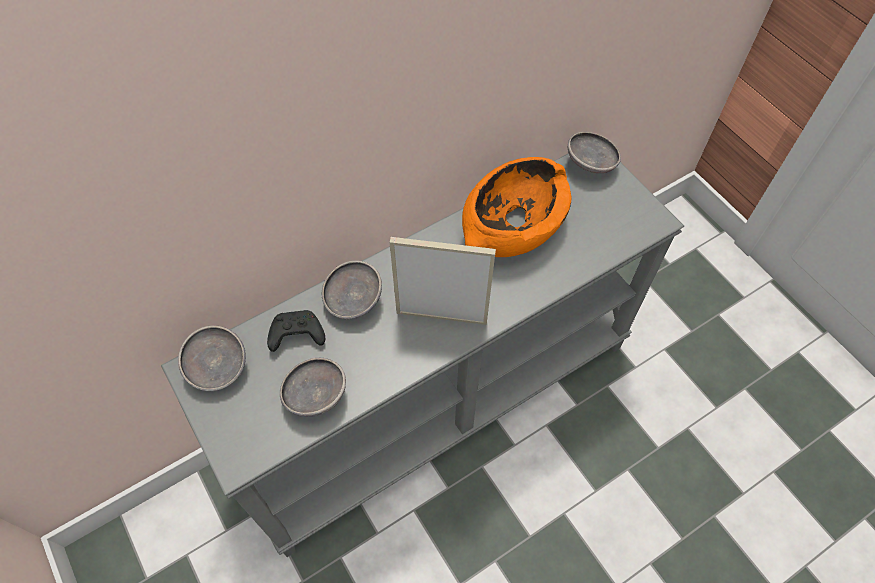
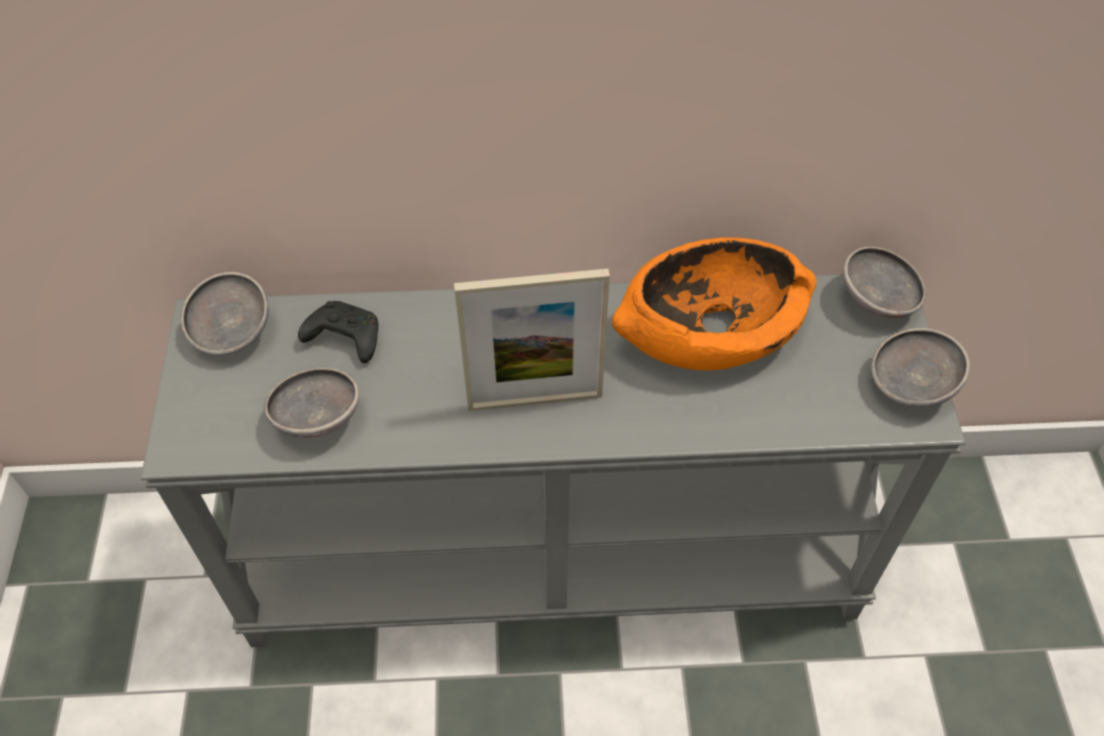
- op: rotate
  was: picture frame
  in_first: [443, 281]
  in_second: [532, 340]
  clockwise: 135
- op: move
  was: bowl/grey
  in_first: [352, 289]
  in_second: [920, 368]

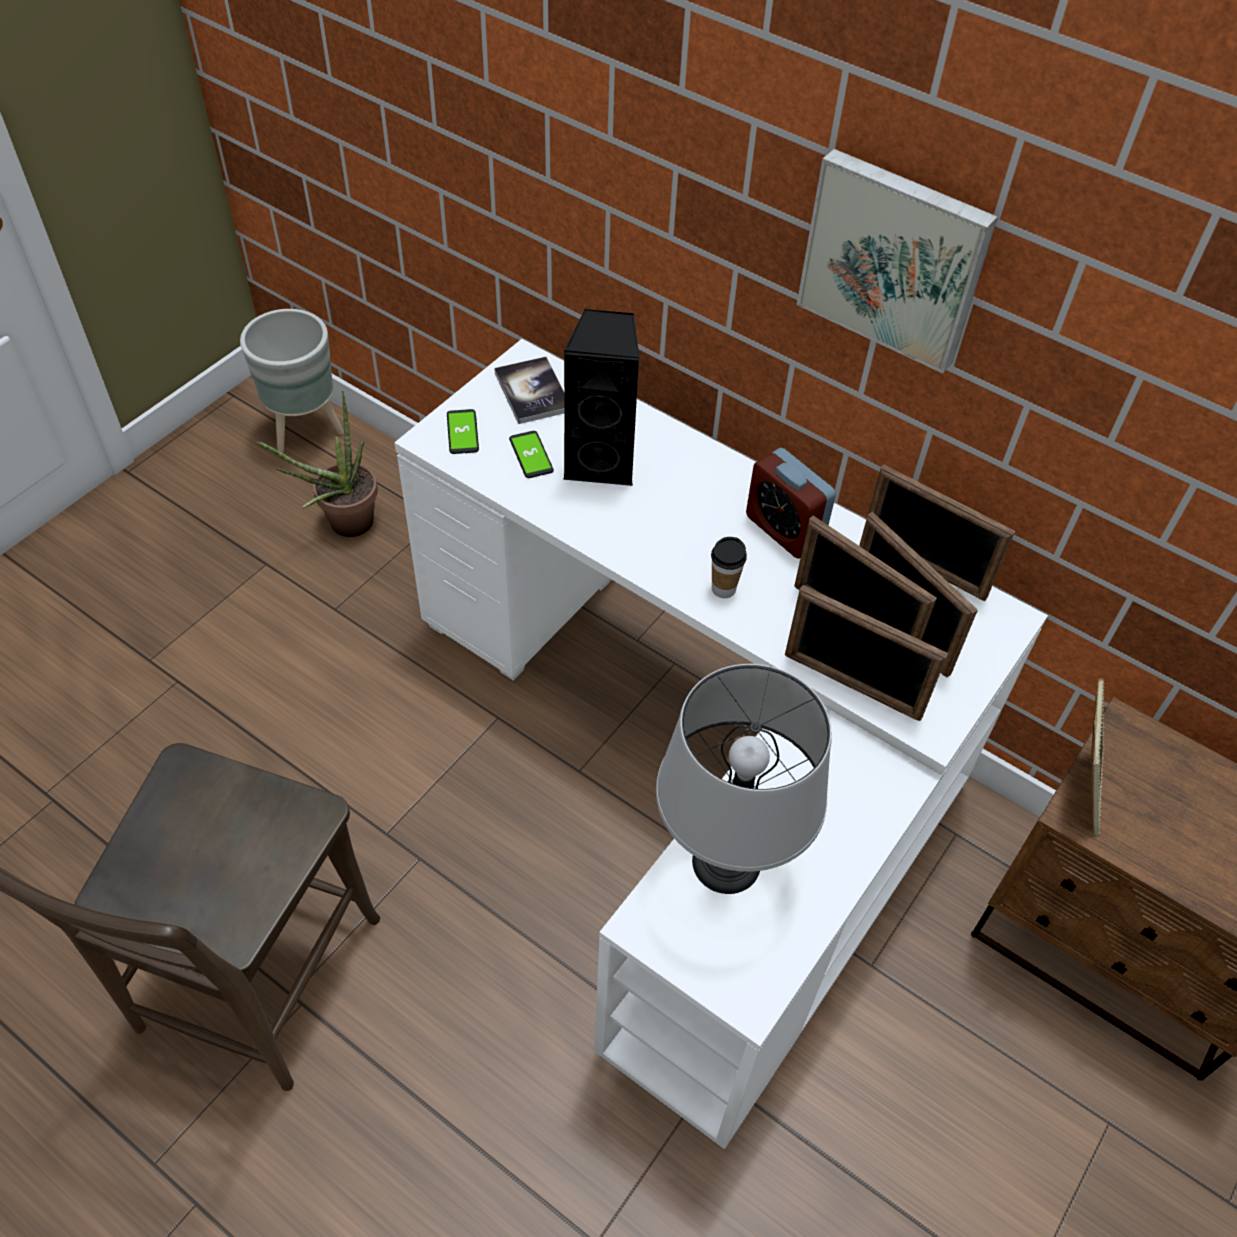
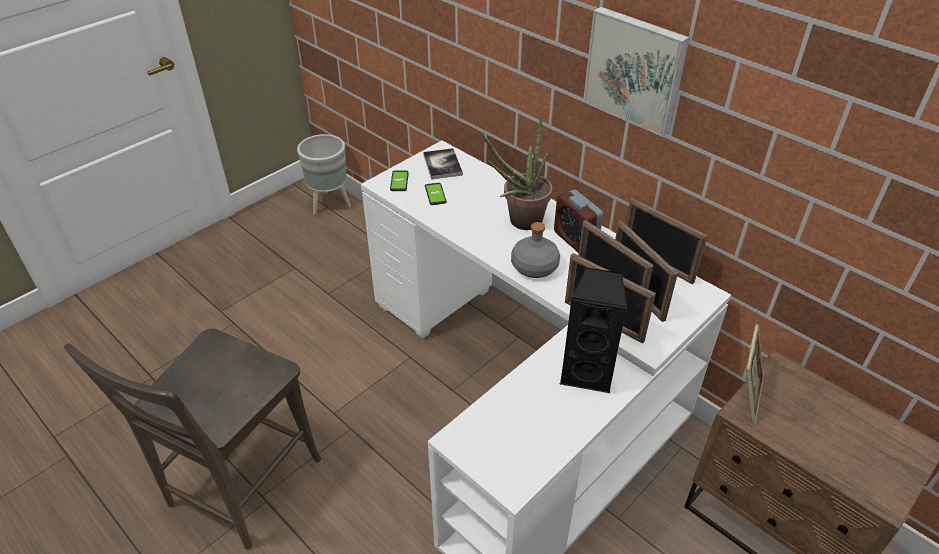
- op: move
  was: speaker/black
  in_first: [601, 397]
  in_second: [594, 330]
- op: move
  was: potted plant
  in_first: [317, 463]
  in_second: [517, 168]
- op: replace
  was: cup
  now: bottle/grey
  in_first: [729, 567]
  in_second: [535, 250]
- op: delete
  was: table lamp/grey
  in_first: [744, 779]

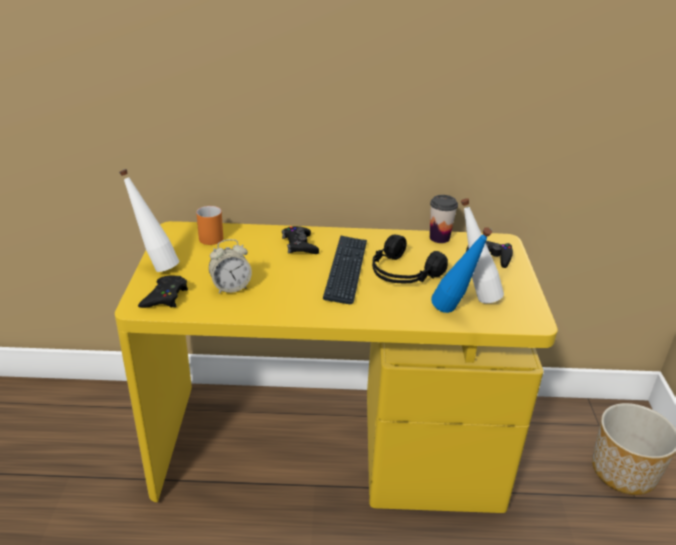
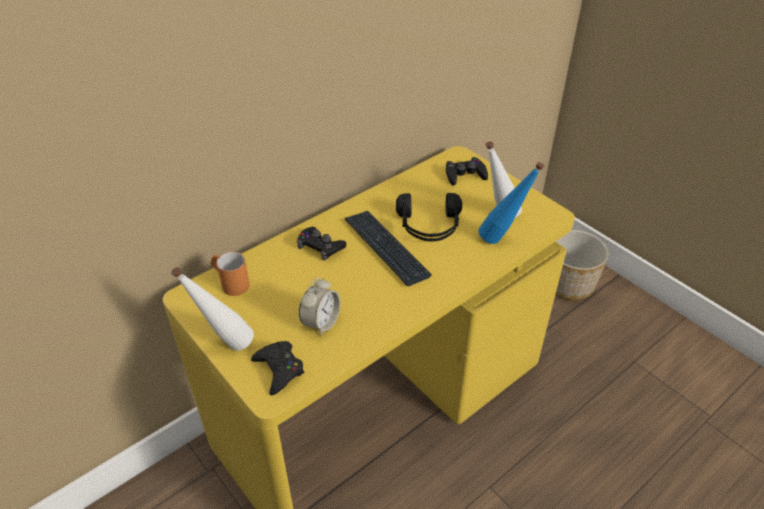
- op: delete
  was: cup
  in_first: [444, 219]

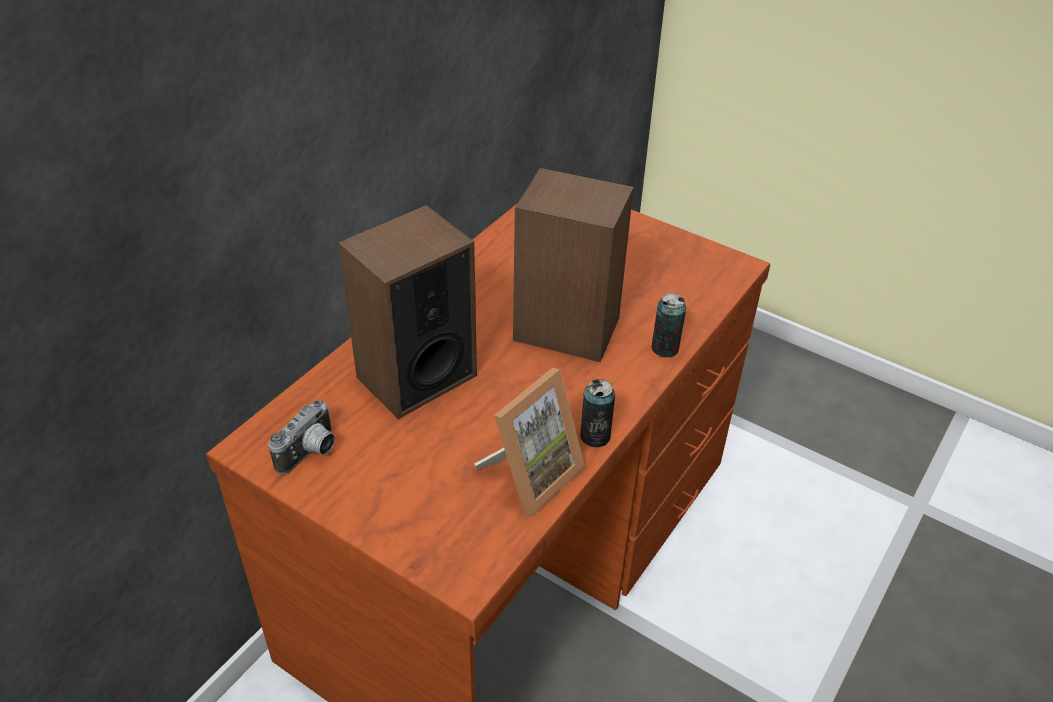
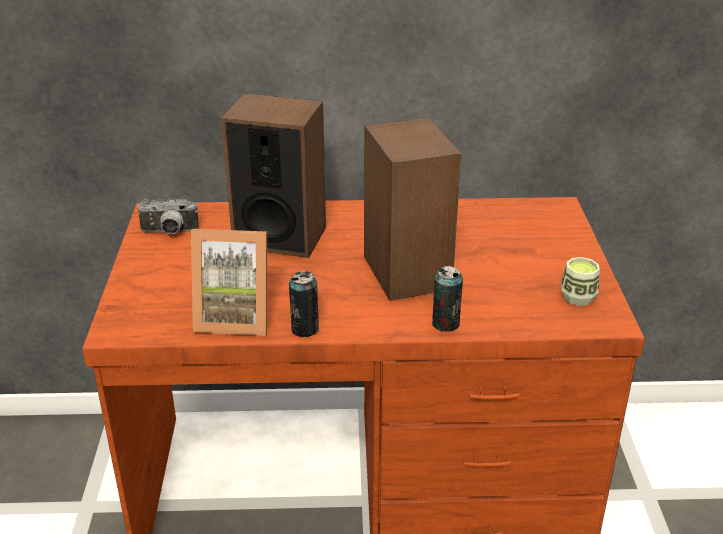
- op: insert
  now: cup
  in_second: [580, 281]

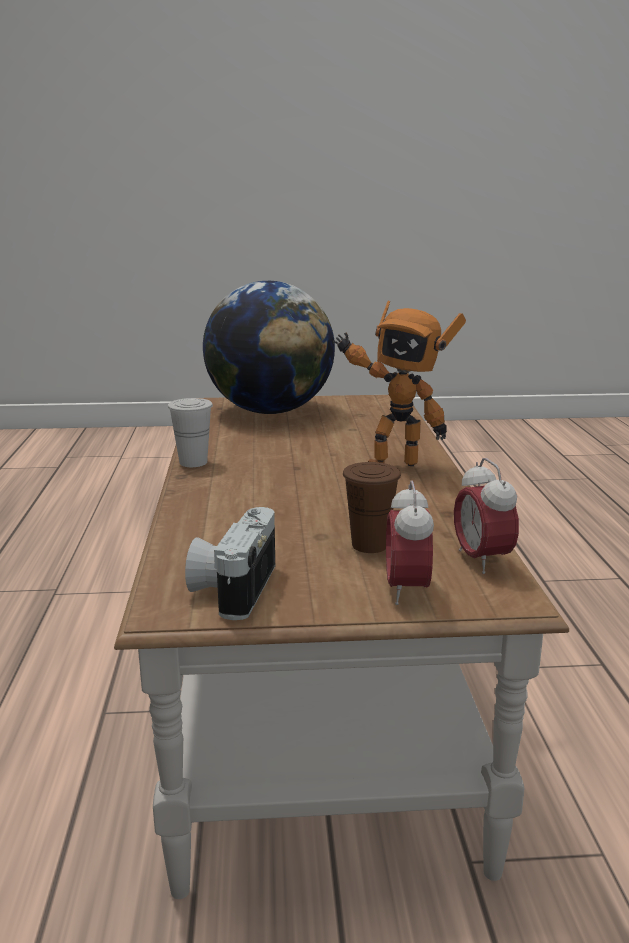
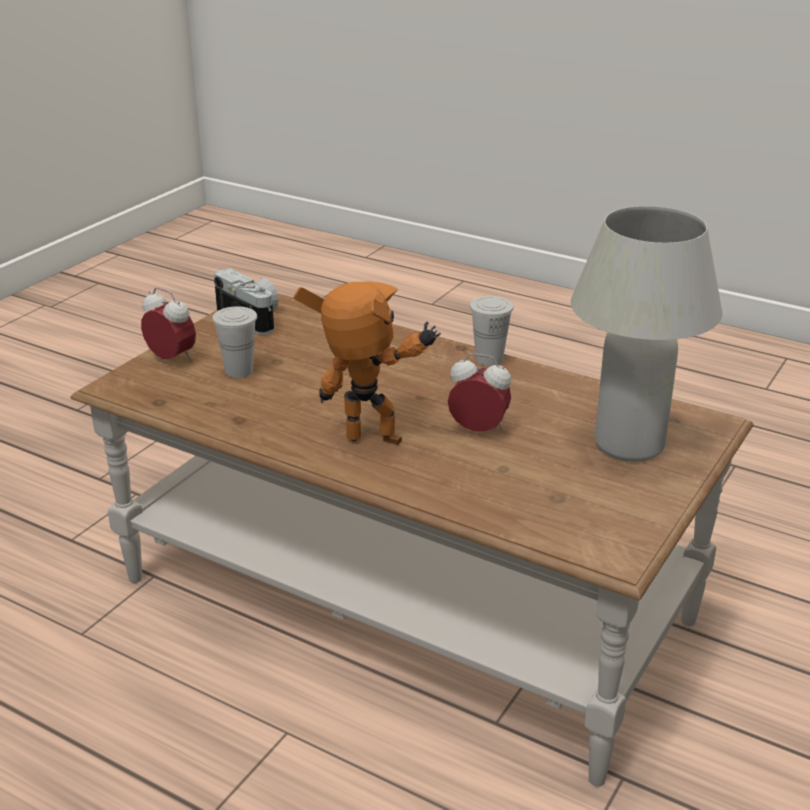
- op: replace
  was: globe
  now: table lamp/white
  in_first: [269, 347]
  in_second: [646, 334]
- op: rotate
  was: toy robot
  in_first: [399, 383]
  in_second: [367, 363]
  clockwise: 60
- op: move
  was: alarm clock
  in_first: [486, 516]
  in_second: [479, 392]
- op: recolor
  was: cup/brown
  now: cup/white
  in_first: [372, 507]
  in_second: [234, 342]

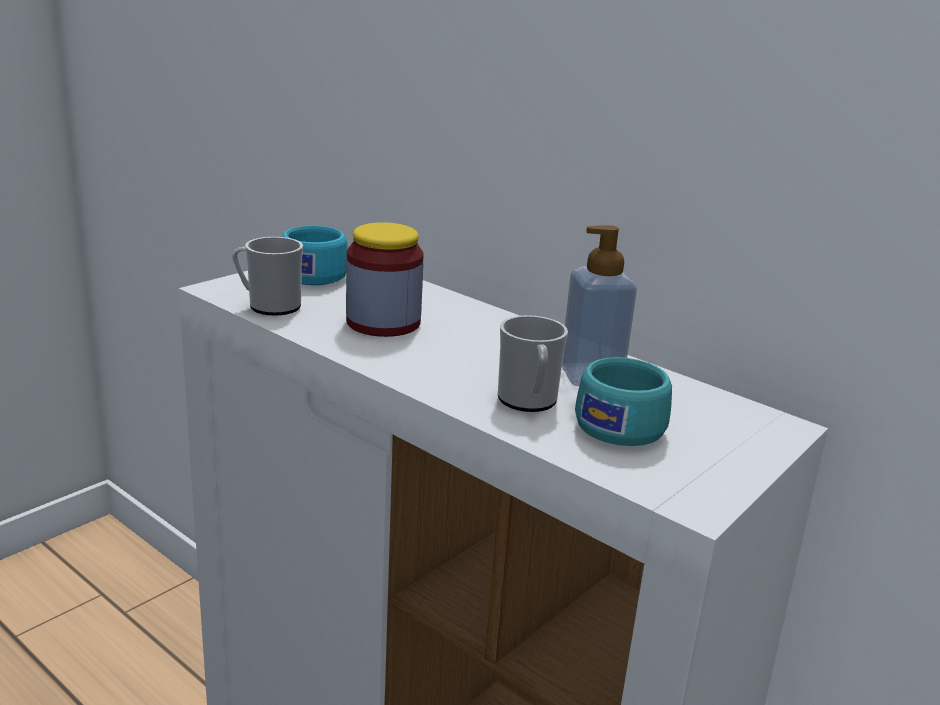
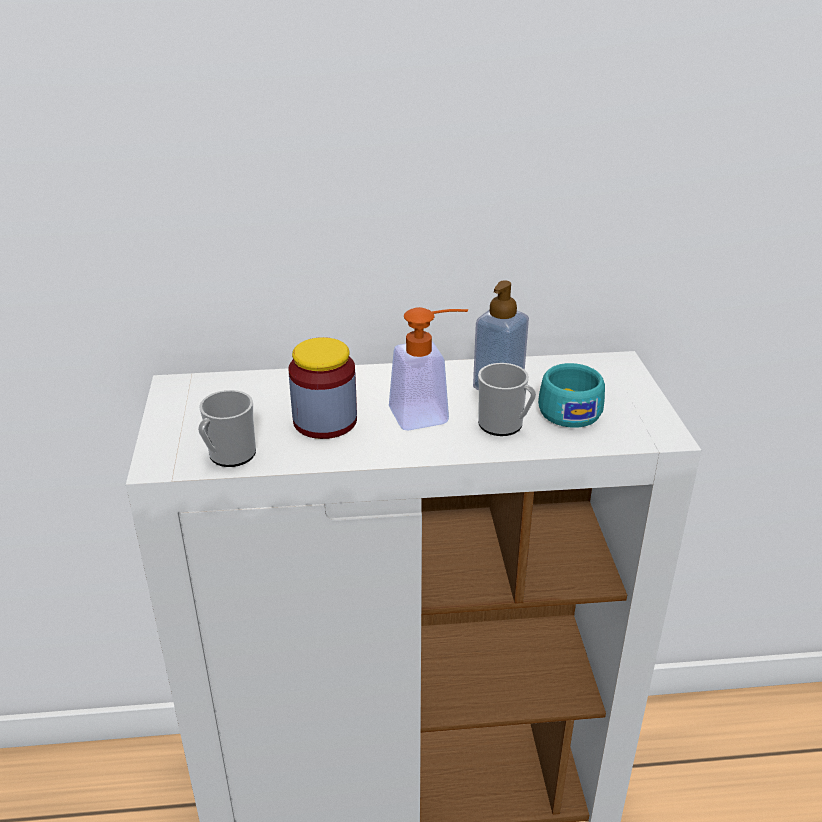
- op: delete
  was: cup/turquoise
  in_first: [315, 255]
- op: insert
  now: soap dispenser
  in_second: [428, 368]

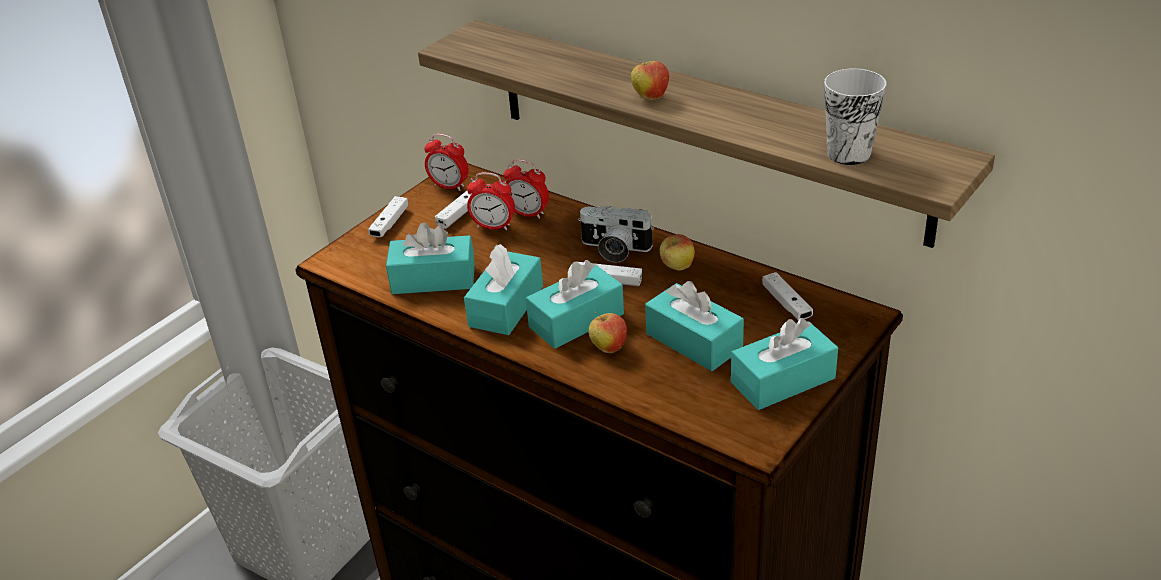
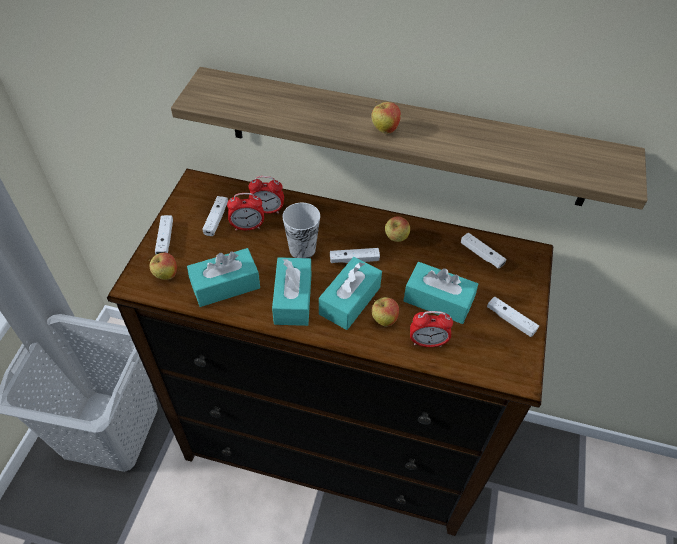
- op: move
  was: cup
  in_first: [855, 117]
  in_second: [301, 230]
- op: move
  was: alarm clock
  in_first: [446, 162]
  in_second: [431, 329]
- op: delete
  was: photo camera
  in_first: [616, 234]
- op: replace
  was: tissue box/turquoise
  now: game controller/white
  in_first: [784, 364]
  in_second: [513, 317]
- op: insert
  now: apple
  in_second: [163, 266]

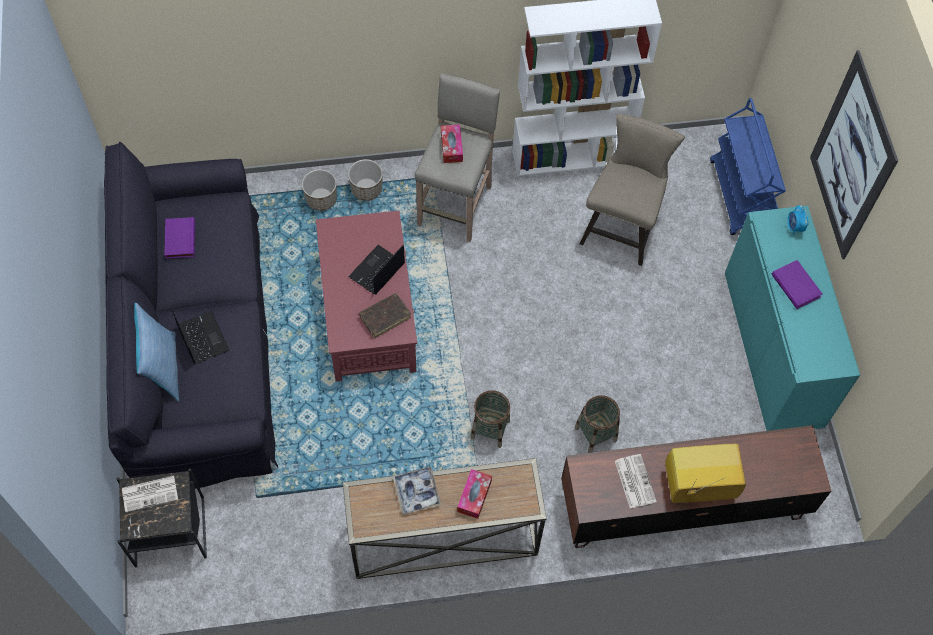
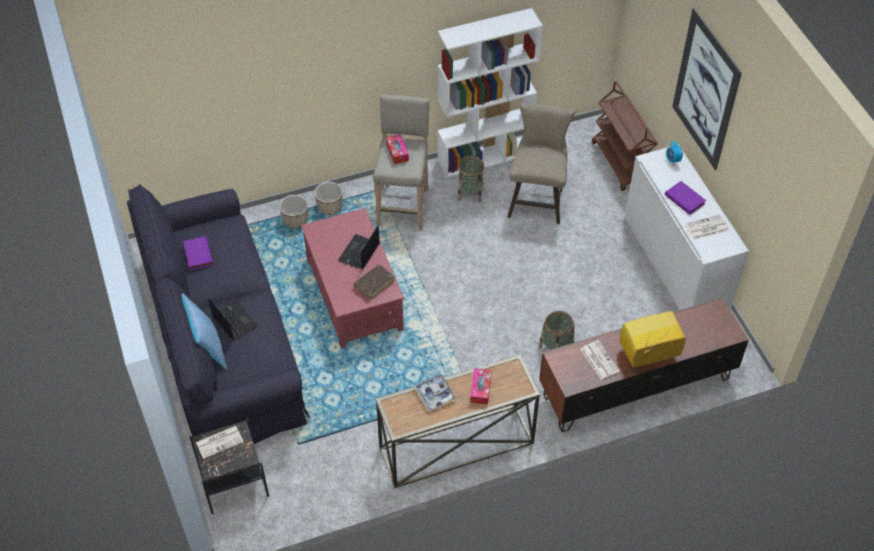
- op: recolor
  was: cart/blue
  now: cart/brown
  in_first: [748, 166]
  in_second: [625, 136]
- op: recolor
  was: cabinet/turquoise
  now: cabinet/white
  in_first: [792, 318]
  in_second: [687, 227]
- op: move
  was: basket
  in_first: [490, 419]
  in_second: [470, 179]
- op: insert
  now: newspaper
  in_second: [707, 227]

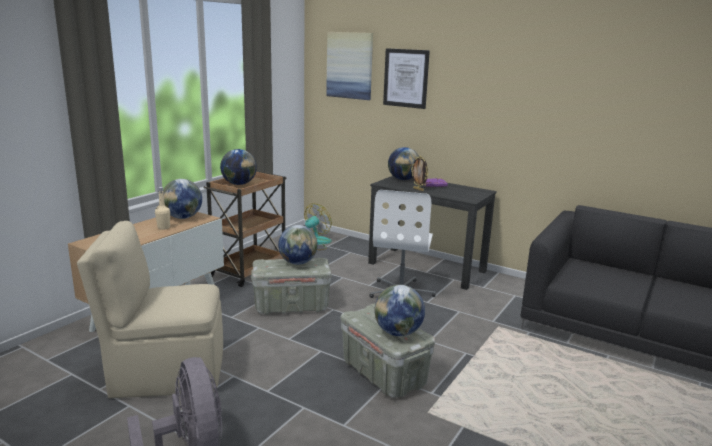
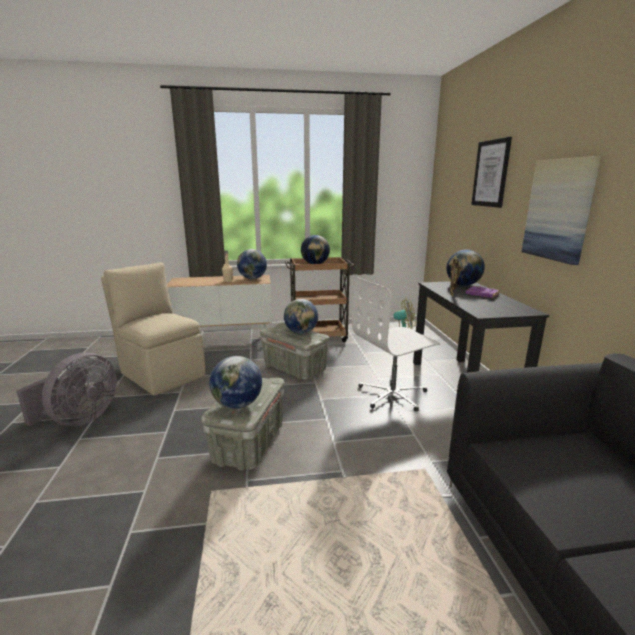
- op: move
  was: picture
  in_first: [349, 66]
  in_second: [561, 210]

